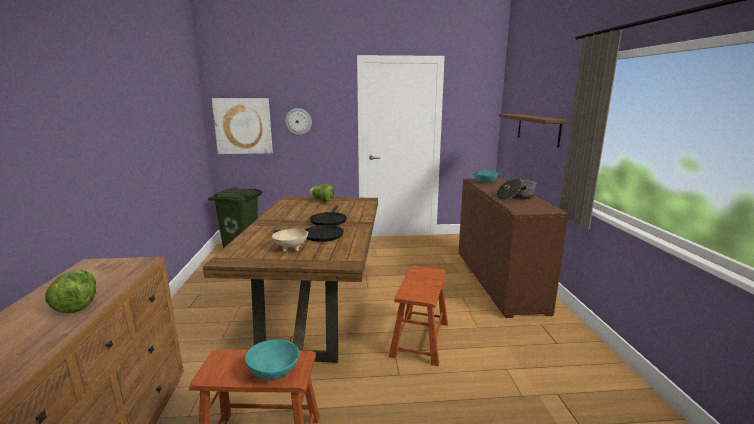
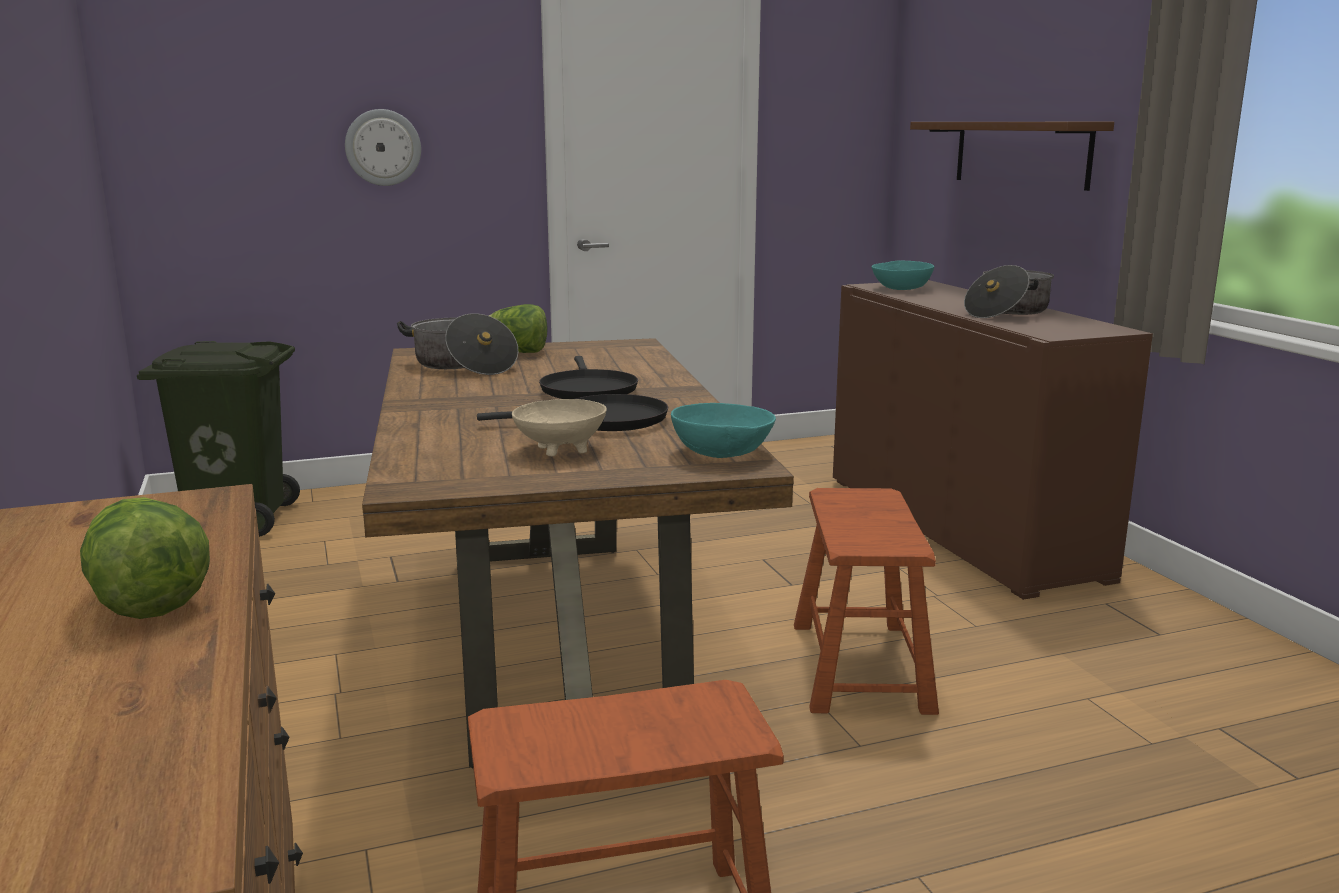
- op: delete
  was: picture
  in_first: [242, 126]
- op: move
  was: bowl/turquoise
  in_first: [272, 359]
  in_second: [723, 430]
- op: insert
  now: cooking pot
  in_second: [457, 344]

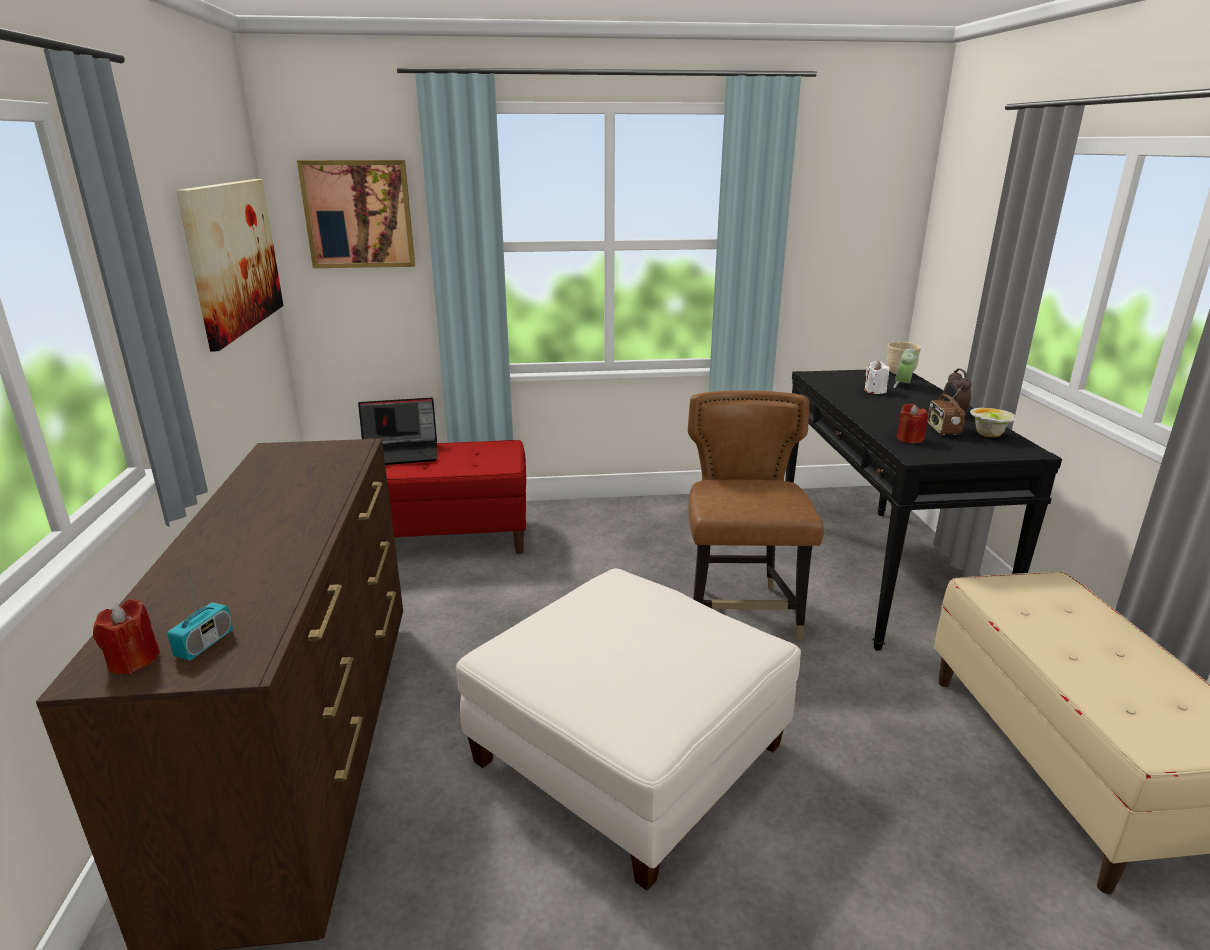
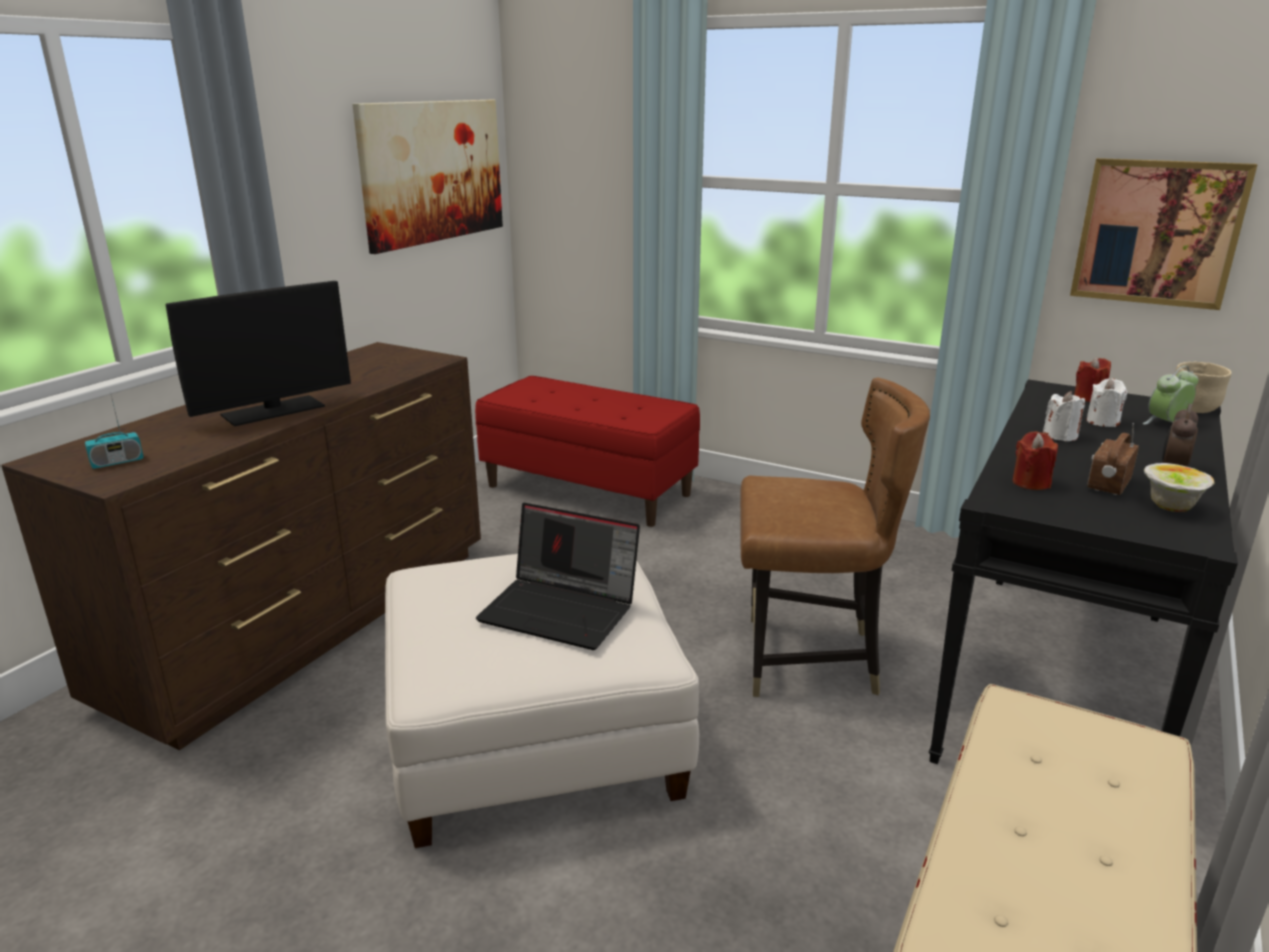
- op: move
  was: picture
  in_first: [356, 214]
  in_second: [1163, 234]
- op: rotate
  was: chair/brown
  in_first: [756, 515]
  in_second: [835, 537]
  clockwise: 60
- op: move
  was: laptop
  in_first: [398, 431]
  in_second: [558, 576]
- op: move
  was: candle/red
  in_first: [126, 636]
  in_second: [1092, 379]
- op: insert
  now: monitor
  in_second: [258, 353]
- op: insert
  now: candle/white
  in_second: [1063, 416]

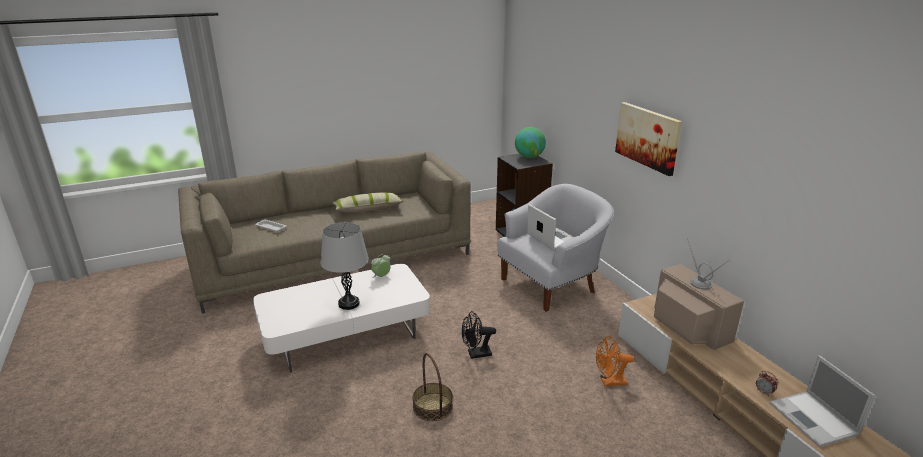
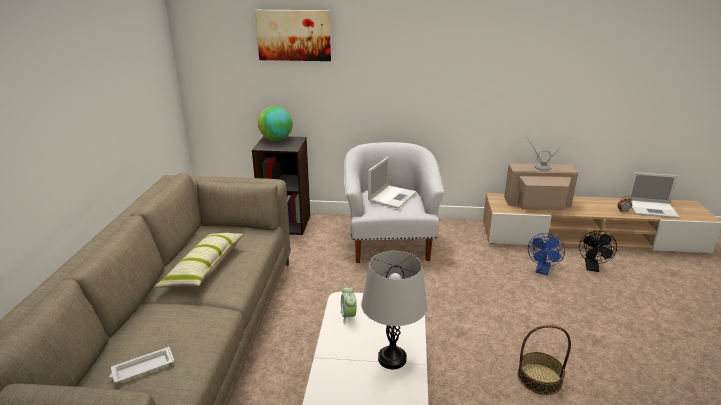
- op: move
  was: picture
  in_first: [648, 139]
  in_second: [293, 35]
- op: rotate
  was: laptop
  in_first: [550, 227]
  in_second: [392, 183]
  clockwise: 120
- op: move
  was: fan/black
  in_first: [479, 335]
  in_second: [598, 251]
- op: recolor
  was: fan/orange
  now: fan/blue
  in_first: [615, 361]
  in_second: [546, 254]

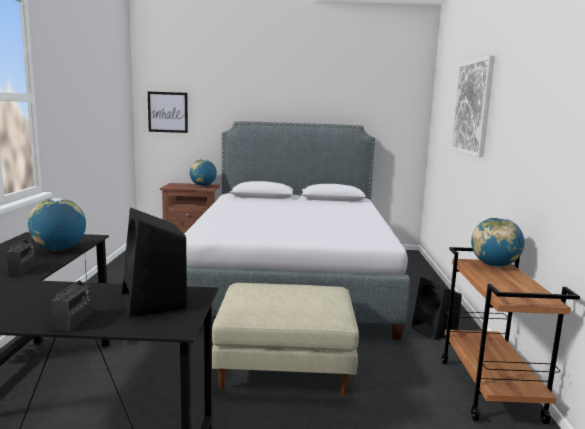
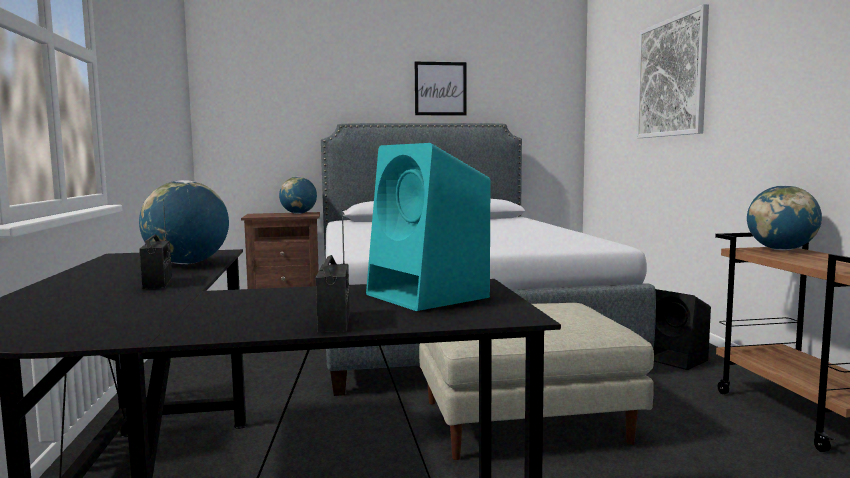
- op: move
  was: picture
  in_first: [168, 112]
  in_second: [440, 88]
- op: recolor
  was: speaker/black
  now: speaker/turquoise
  in_first: [154, 262]
  in_second: [428, 227]

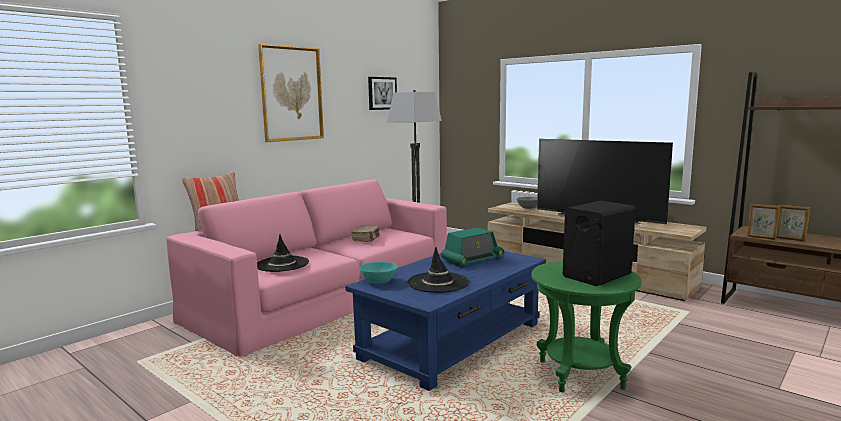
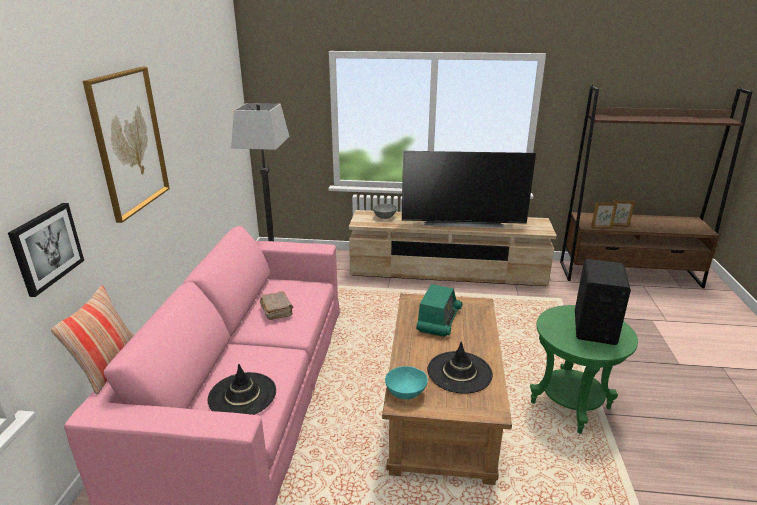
- op: move
  was: picture
  in_first: [382, 93]
  in_second: [46, 250]
- op: recolor
  was: coffee table/blue
  now: coffee table/brown
  in_first: [445, 321]
  in_second: [447, 389]

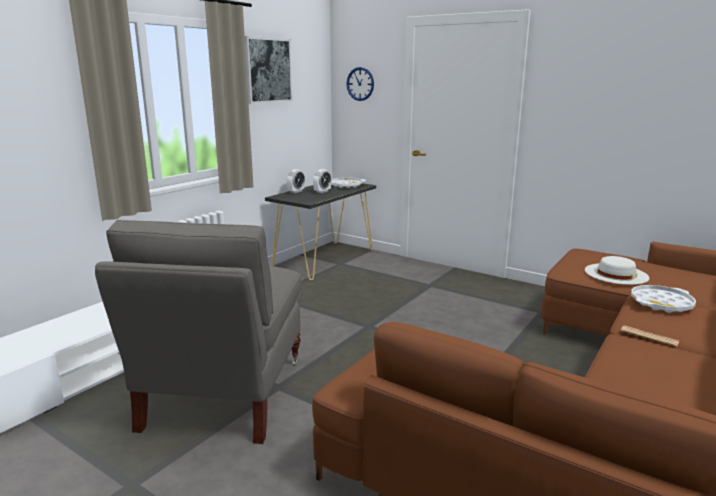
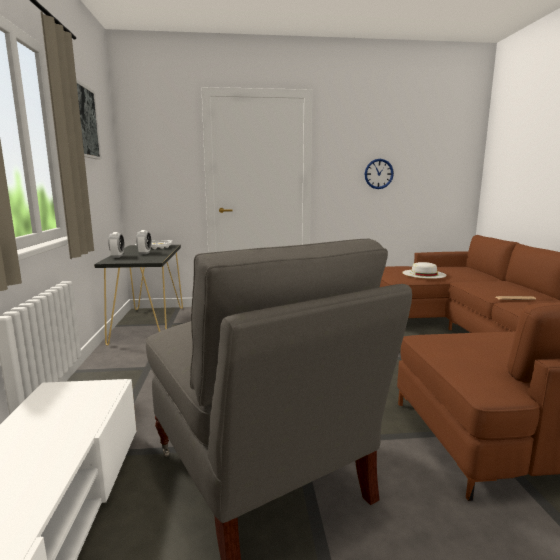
- op: move
  was: wall clock
  in_first: [360, 84]
  in_second: [379, 174]
- op: delete
  was: tray/white
  in_first: [663, 299]

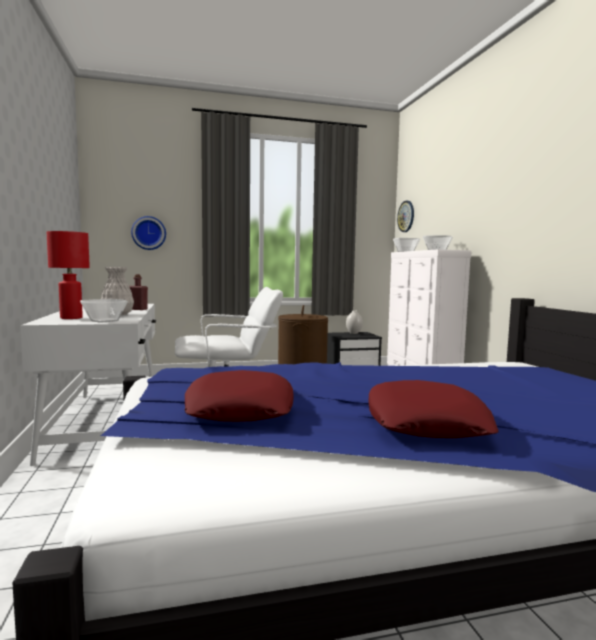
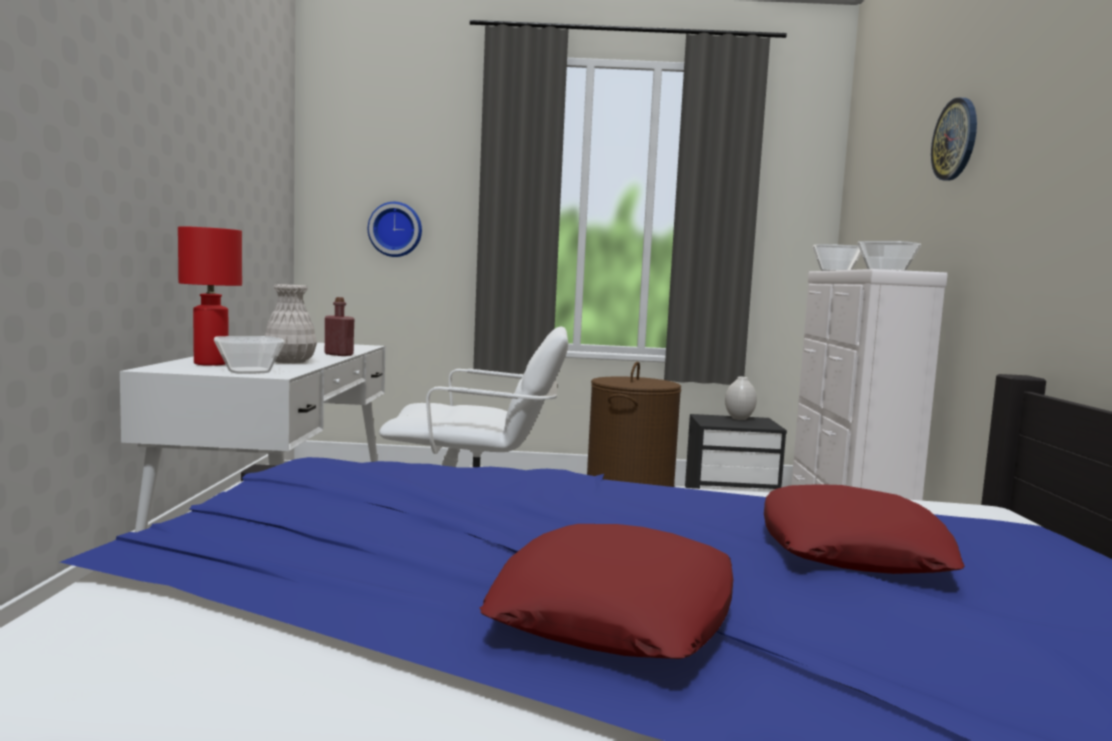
- op: move
  was: wall clock
  in_first: [405, 216]
  in_second: [954, 139]
- op: move
  was: pillow/red
  in_first: [239, 396]
  in_second: [864, 529]

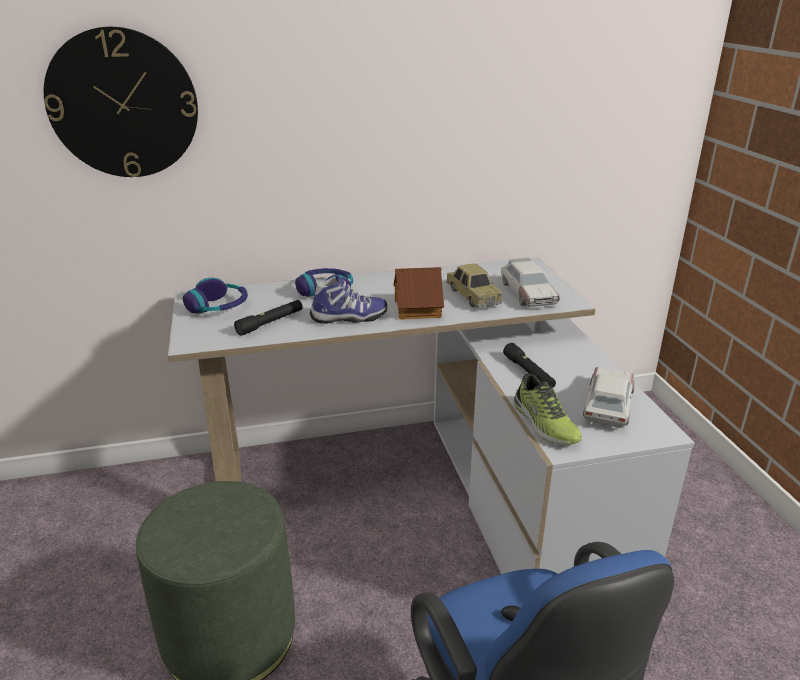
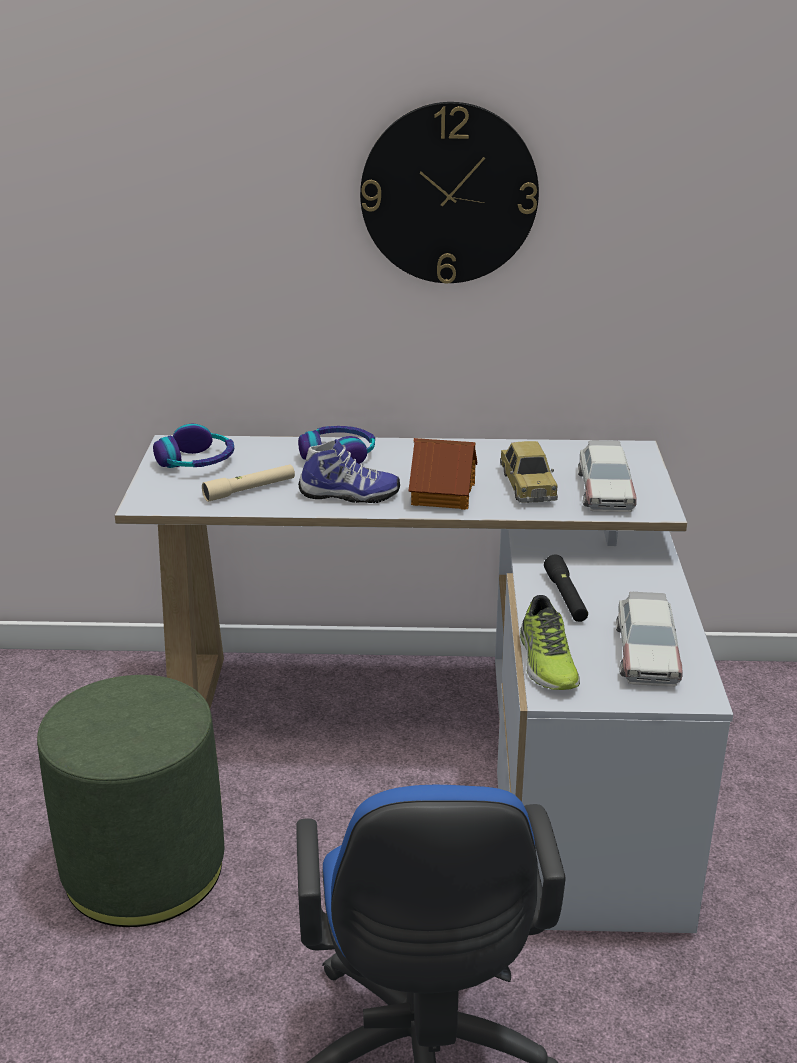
- op: move
  was: wall clock
  in_first: [121, 102]
  in_second: [449, 193]
- op: recolor
  was: flashlight/black
  now: flashlight/beige
  in_first: [268, 318]
  in_second: [248, 483]
- op: rotate
  was: toy car
  in_first: [608, 397]
  in_second: [649, 639]
  clockwise: 150

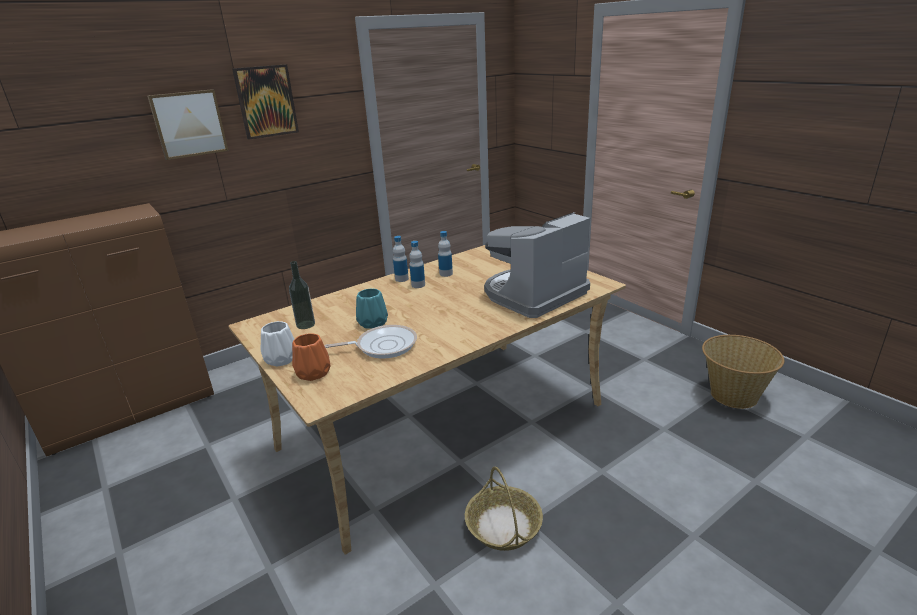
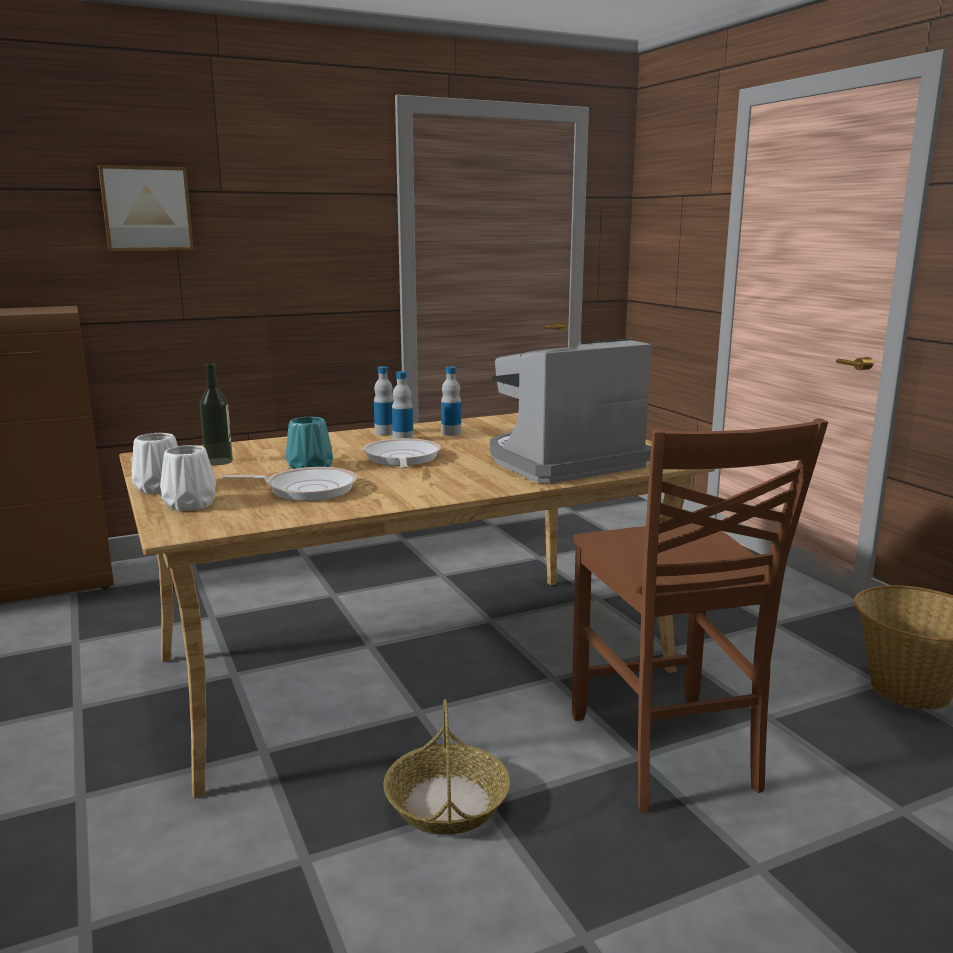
- op: delete
  was: picture
  in_first: [265, 102]
- op: recolor
  was: vase/orange
  now: vase/white
  in_first: [311, 357]
  in_second: [188, 478]
- op: insert
  now: chair/brown
  in_second: [700, 615]
- op: insert
  now: frying pan
  in_second: [402, 453]

